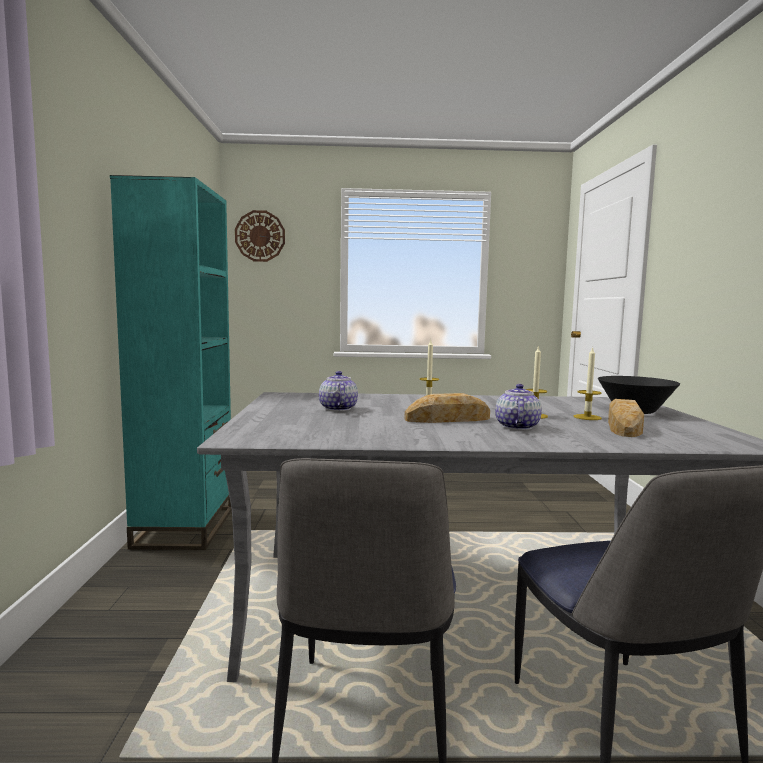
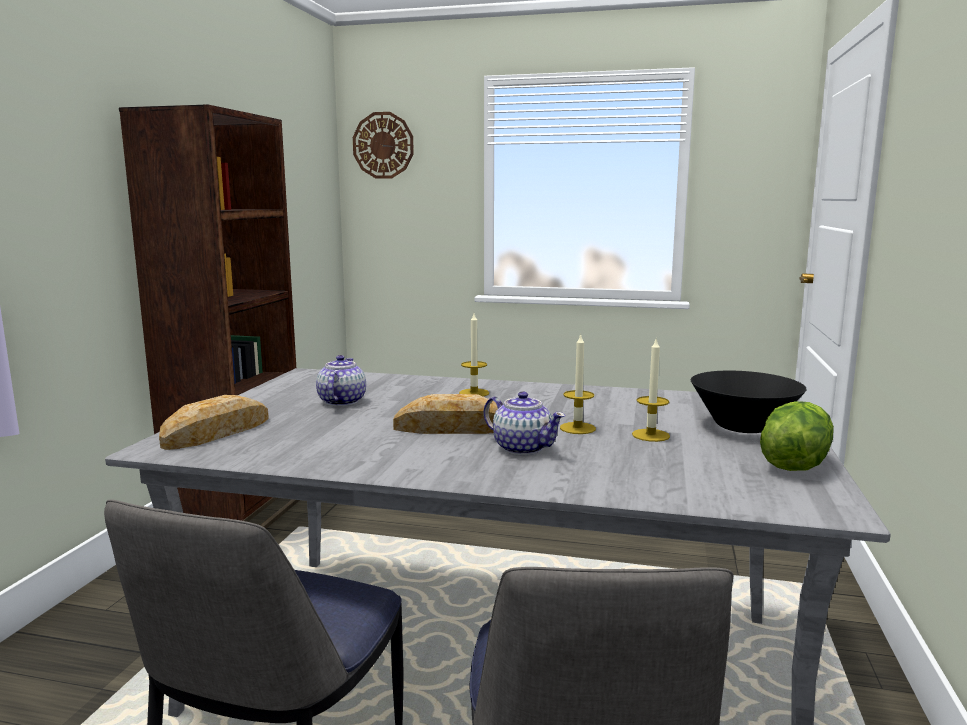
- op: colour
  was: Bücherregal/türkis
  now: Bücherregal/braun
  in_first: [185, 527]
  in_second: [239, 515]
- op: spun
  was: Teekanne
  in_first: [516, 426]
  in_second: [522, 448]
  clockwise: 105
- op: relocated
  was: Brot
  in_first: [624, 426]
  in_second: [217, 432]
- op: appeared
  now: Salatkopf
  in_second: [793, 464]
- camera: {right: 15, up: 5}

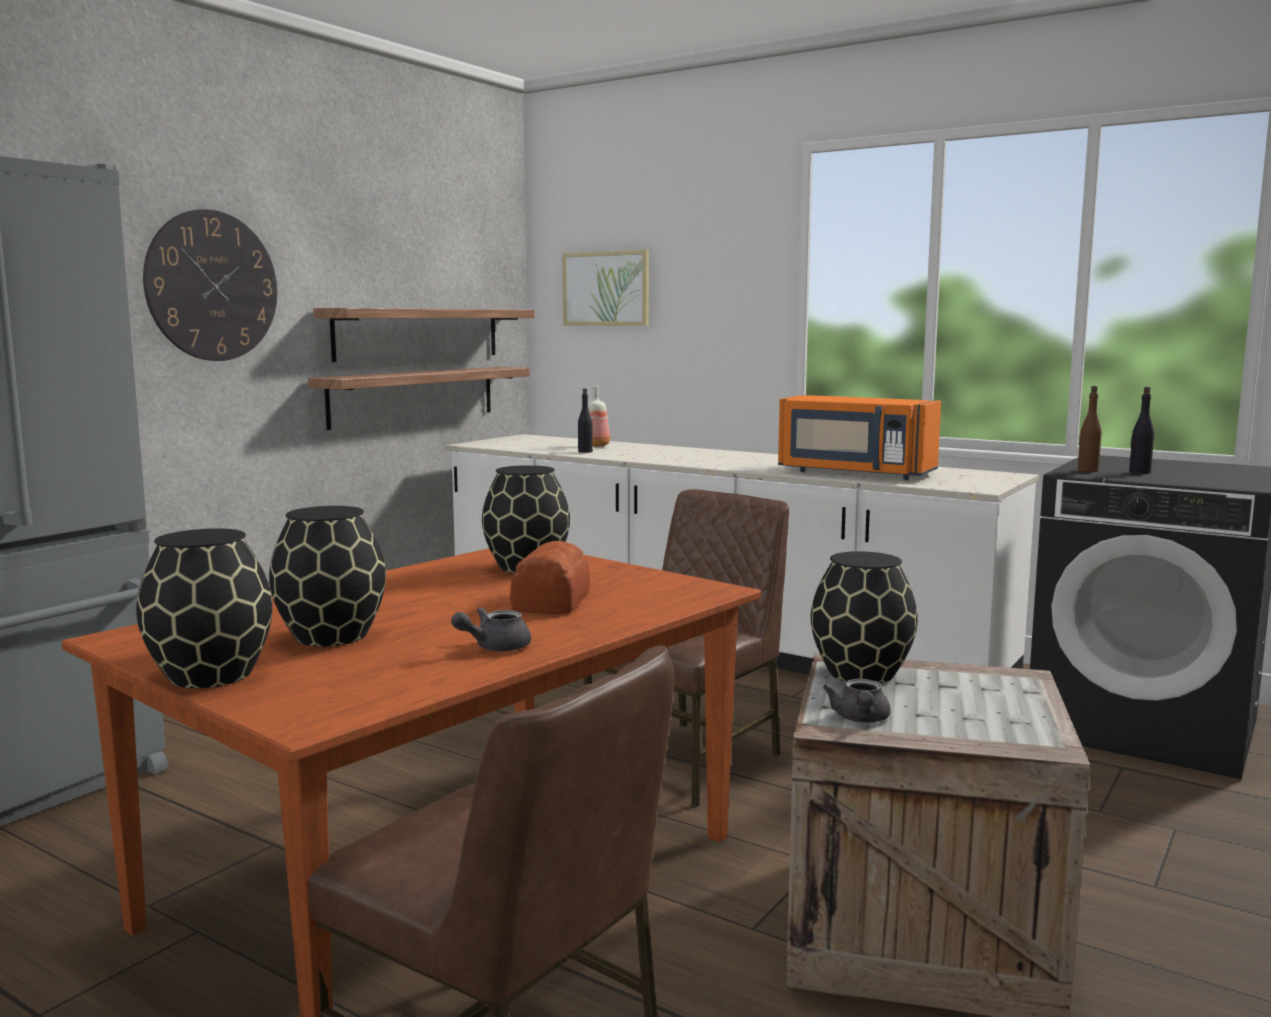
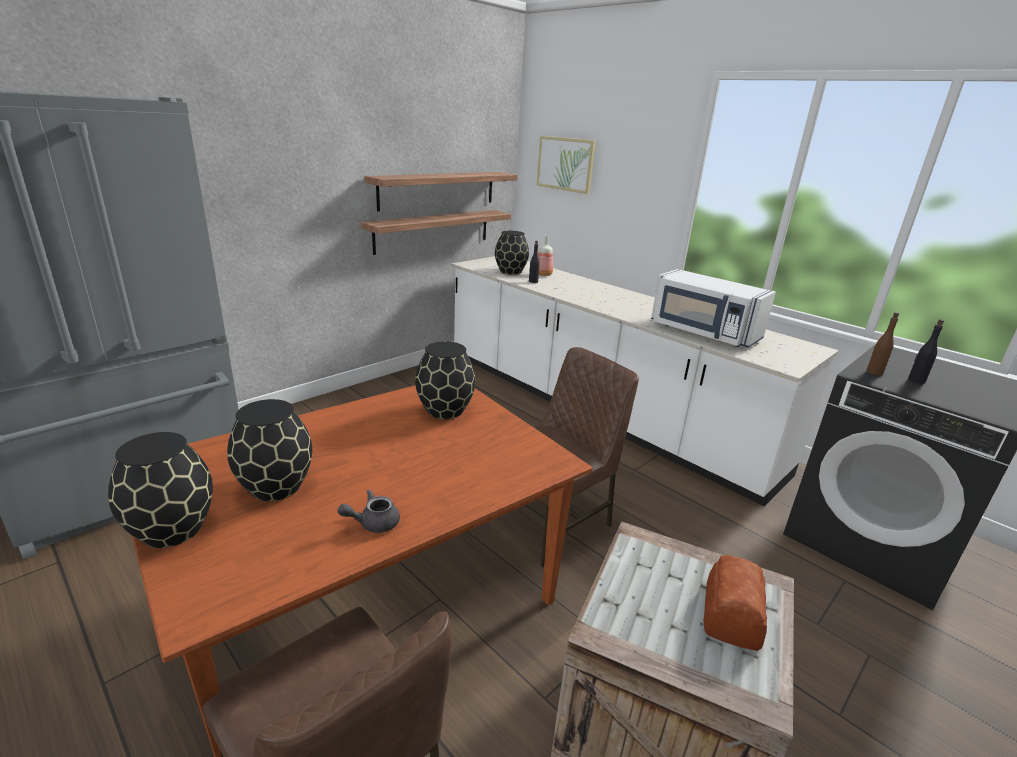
- op: missing
  was: Wanduhr
  in_first: [212, 286]
- op: relocated
  was: Brot
  in_first: [549, 602]
  in_second: [730, 615]
- op: colour
  was: Mikrowelle/orange
  now: Mikrowelle/weiß
  in_first: [854, 473]
  in_second: [703, 333]
- op: relocated
  was: Vase/schwarz
  in_first: [859, 673]
  in_second: [510, 271]
- op: missing
  was: Teekanne/grau
  in_first: [860, 719]
- camera: {right: 10, up: 15}

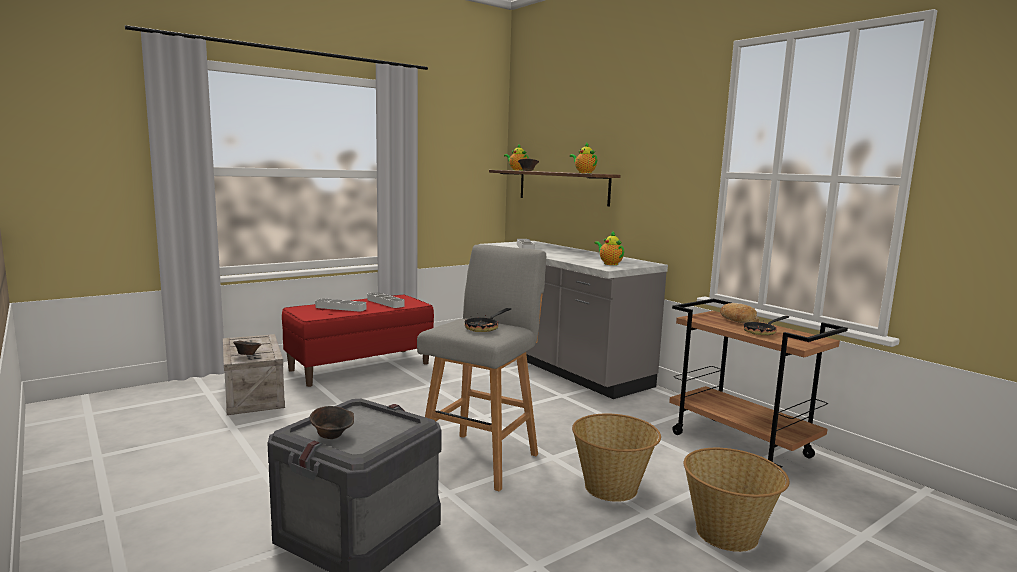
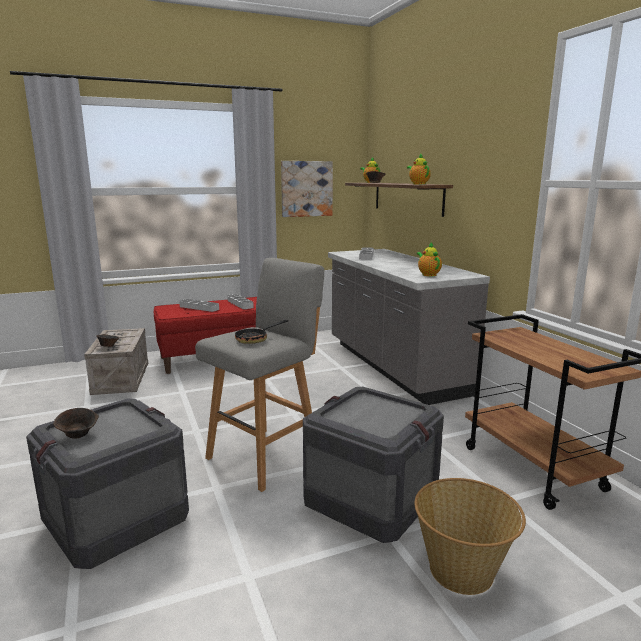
- op: exchanged
  was: Korb
  now: Kiste
  in_first: [612, 487]
  in_second: [370, 501]
- op: missing
  was: Brot
  in_first: [737, 320]
- op: missing
  was: Pfanne
  in_first: [762, 332]
- op: appeared
  now: Bild
  in_second: [306, 189]
- camera: {right: 15, up: 5}

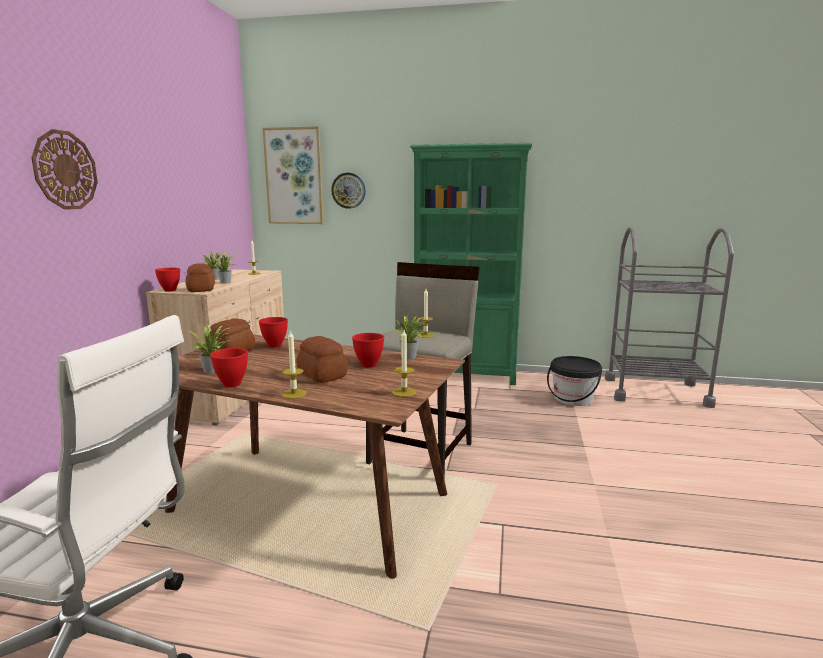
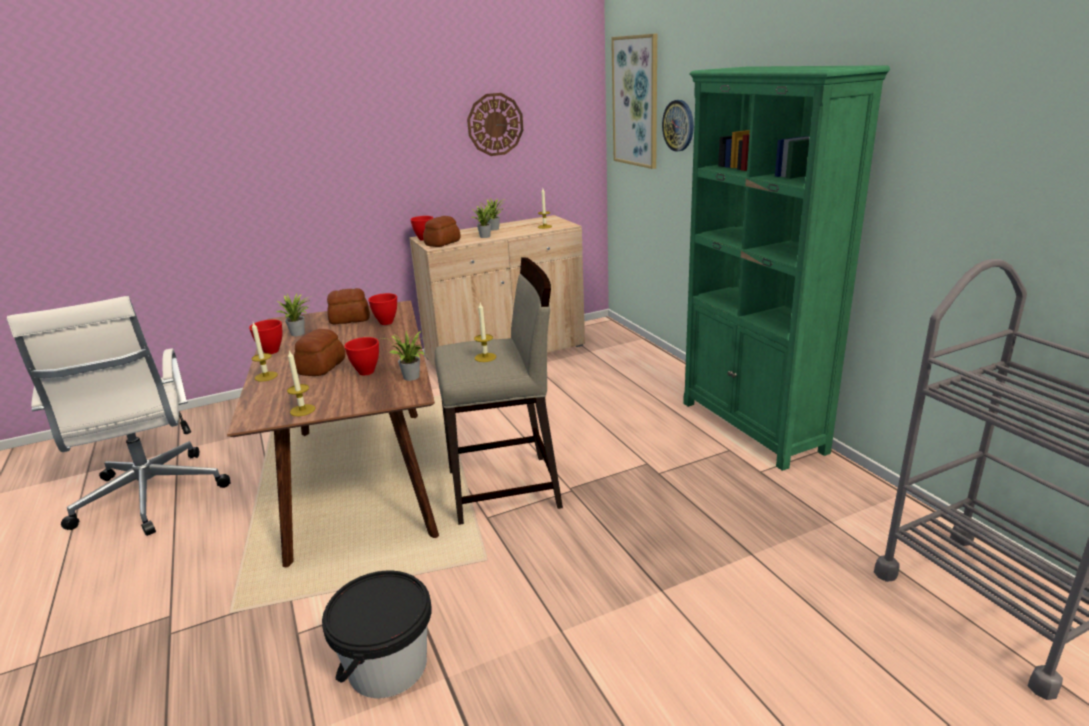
- op: relocated
  was: Wanduhr
  in_first: [65, 170]
  in_second: [495, 124]
- op: relocated
  was: Eimer/schwarz
  in_first: [573, 399]
  in_second: [387, 666]
- camera: {right: 55, up: 10}

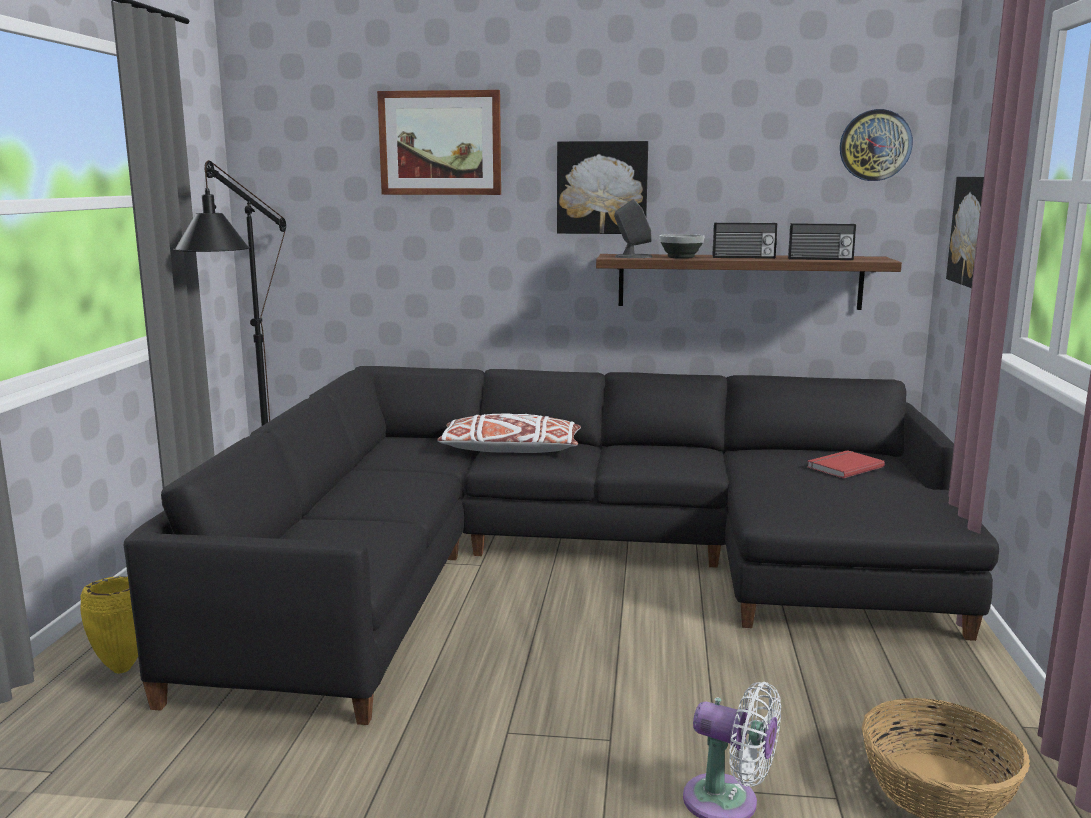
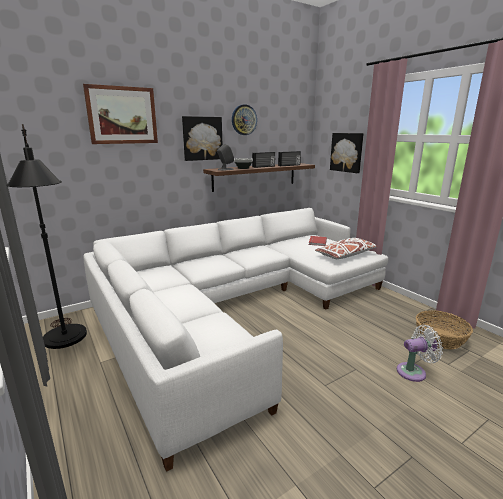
- op: missing
  was: Vase/gelb
  in_first: [123, 669]
- op: colour
  was: Sofa/schwarz
  now: Sofa/weiß
  in_first: [573, 564]
  in_second: [239, 307]
- op: relocated
  was: Kissen/weiß
  in_first: [510, 450]
  in_second: [345, 255]
- op: relocated
  was: Wanduhr
  in_first: [875, 145]
  in_second: [244, 120]
- camera: {right: -40, up: 5}

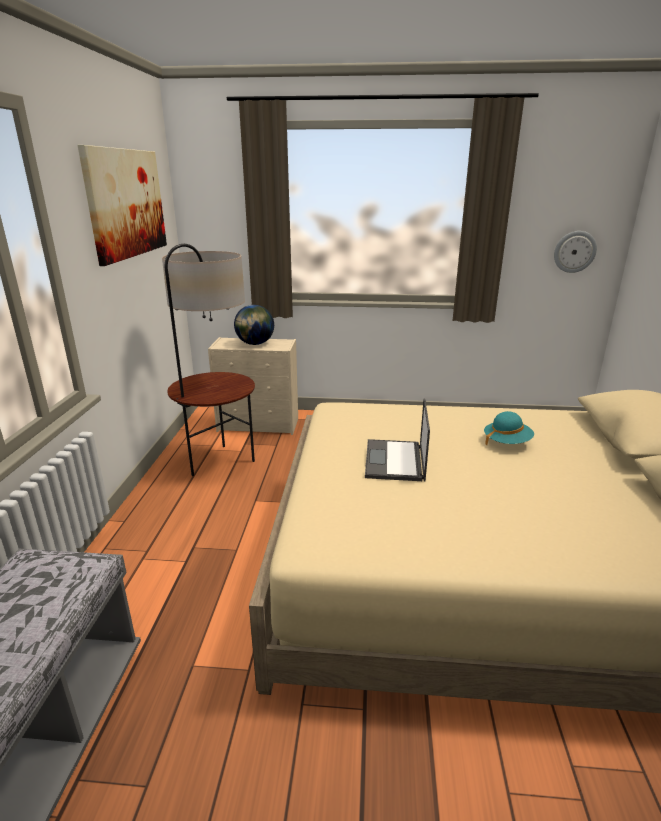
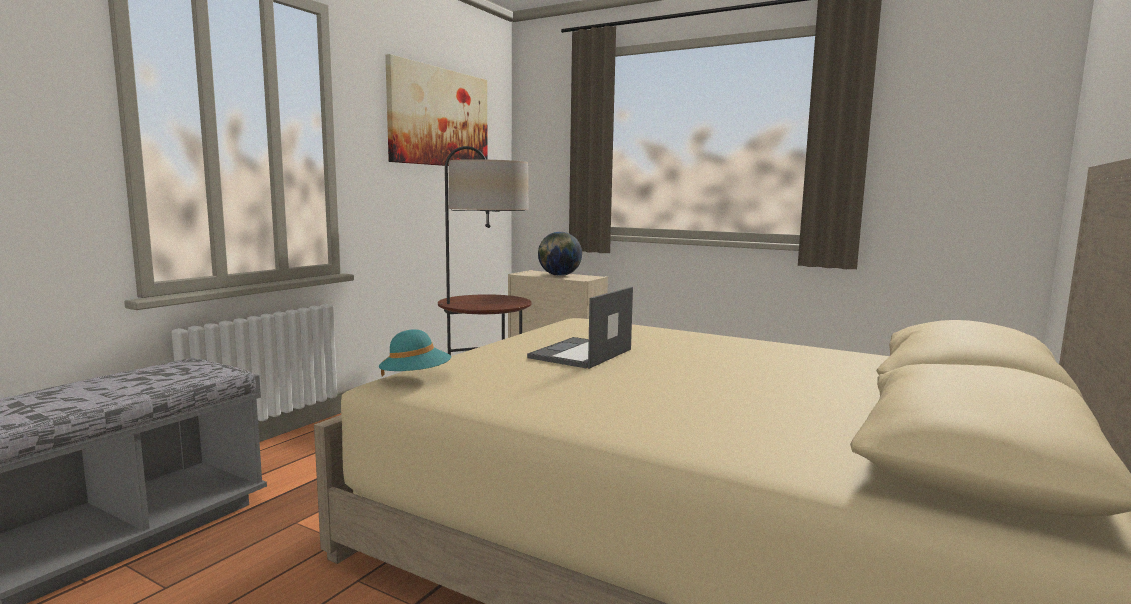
- op: relocated
  was: Hut/türkis
  in_first: [507, 442]
  in_second: [416, 378]
- op: missing
  was: Wanduhr
  in_first: [574, 251]
- camera: {right: 25, up: -15}

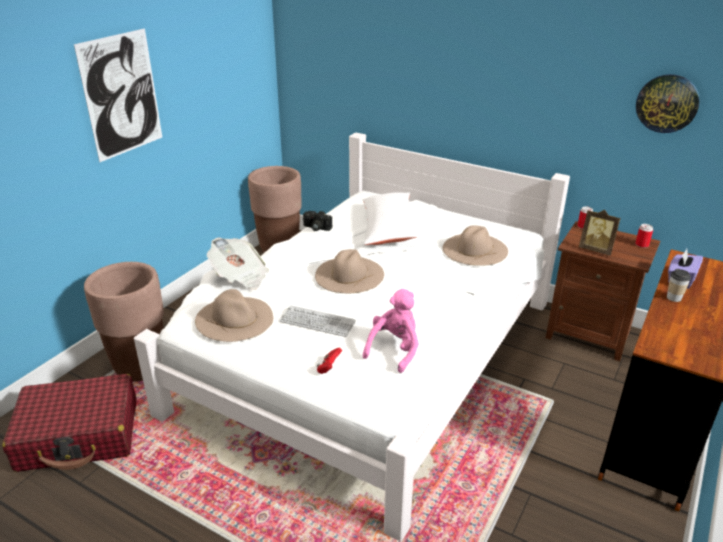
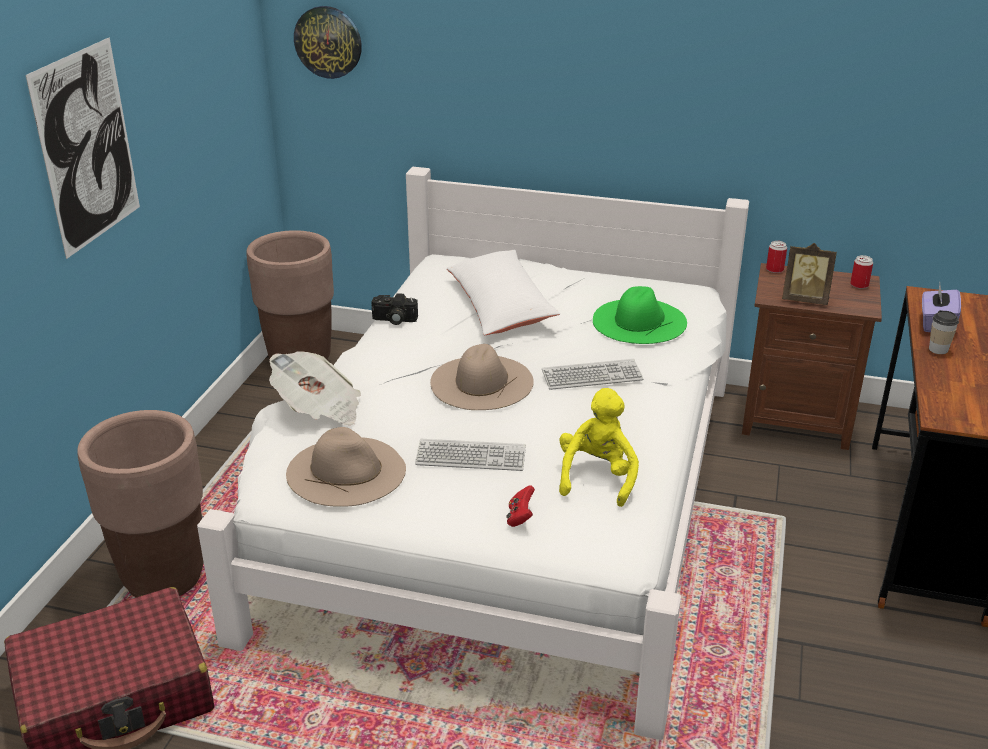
- op: colour
  was: Plüschtier/rosa
  now: Plüschtier/gelb
  in_first: [394, 350]
  in_second: [597, 477]
- op: colour
  was: Hut/beige
  now: Hut/grün
  in_first: [475, 249]
  in_second: [639, 321]
- op: relocated
  was: Wanduhr
  in_first: [667, 103]
  in_second: [328, 42]
- op: appeared
  now: Tastatur
  in_second: [592, 376]
- camera: {right: -15, up: 0}

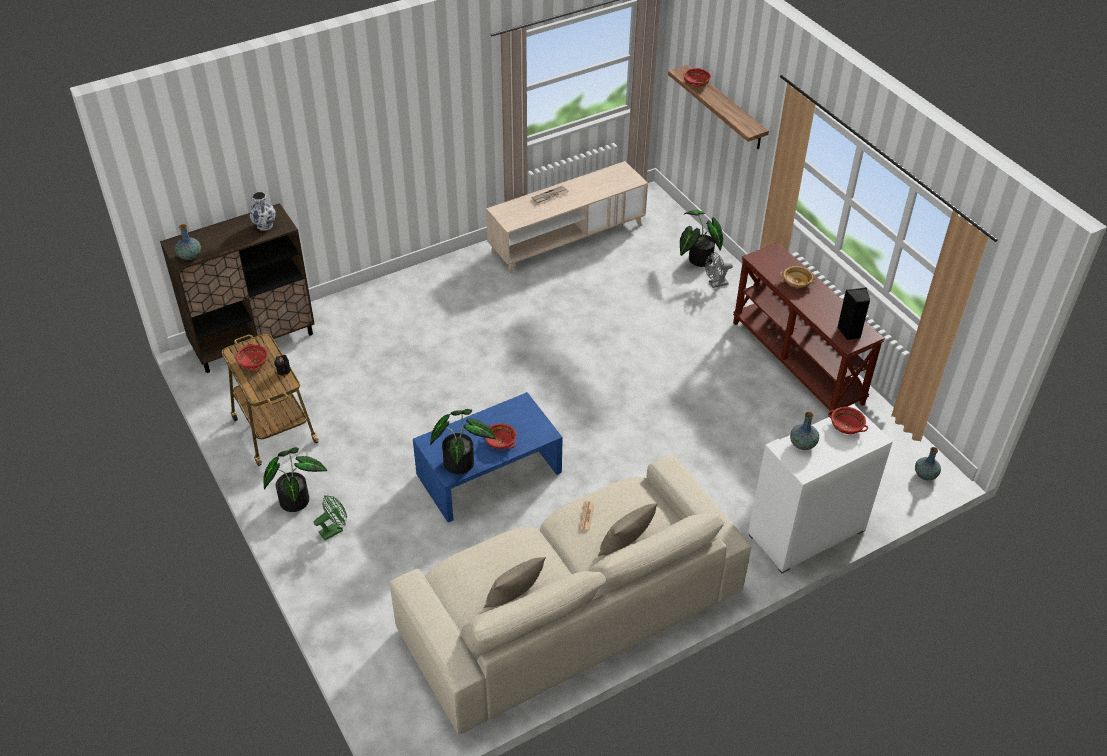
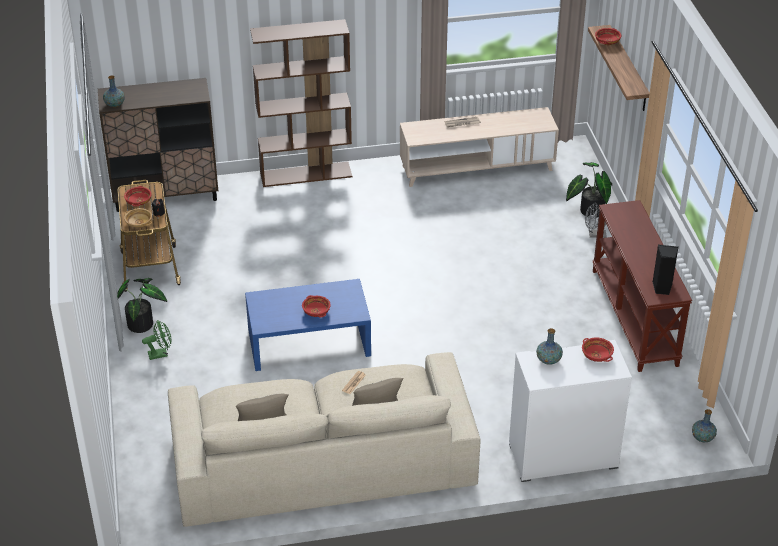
- op: missing
  was: Vase
  in_first: [264, 225]
- op: missing
  was: Topfpflanze
  in_first: [461, 461]
- op: relocated
  was: Schüssel/beige
  in_first: [796, 282]
  in_second: [138, 223]
- op: appeared
  now: Bücherregal/braun
  in_second: [306, 174]
- camera: {right: 20, up: -5}

